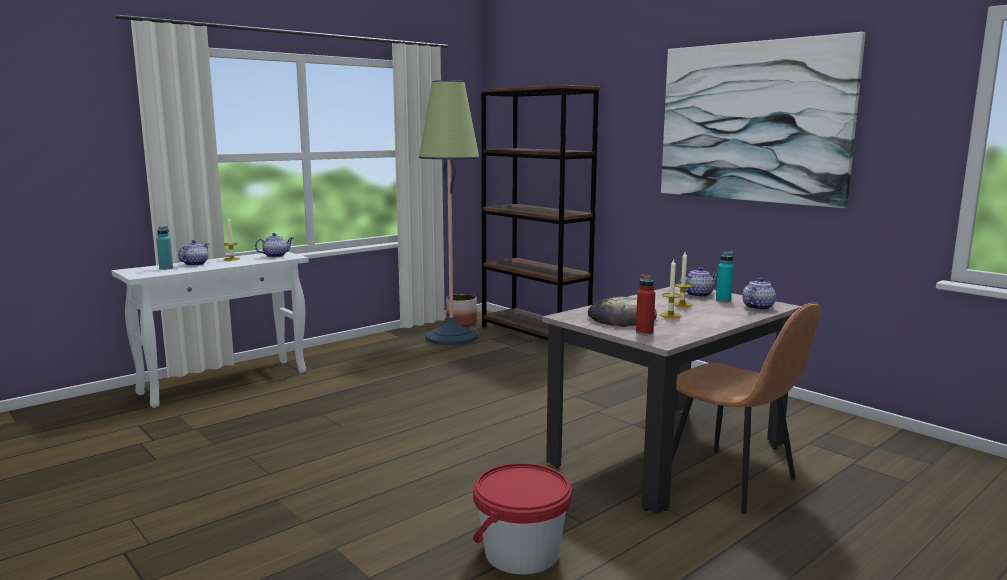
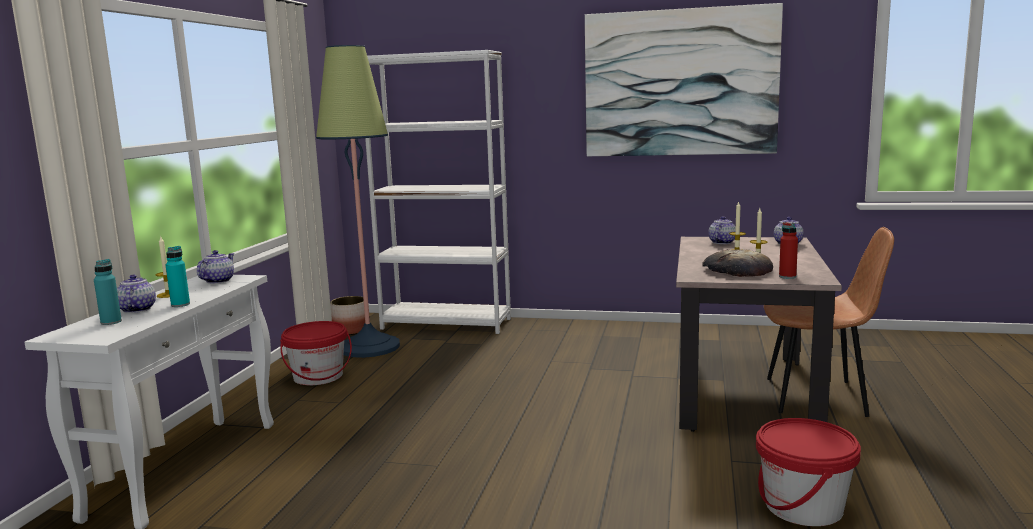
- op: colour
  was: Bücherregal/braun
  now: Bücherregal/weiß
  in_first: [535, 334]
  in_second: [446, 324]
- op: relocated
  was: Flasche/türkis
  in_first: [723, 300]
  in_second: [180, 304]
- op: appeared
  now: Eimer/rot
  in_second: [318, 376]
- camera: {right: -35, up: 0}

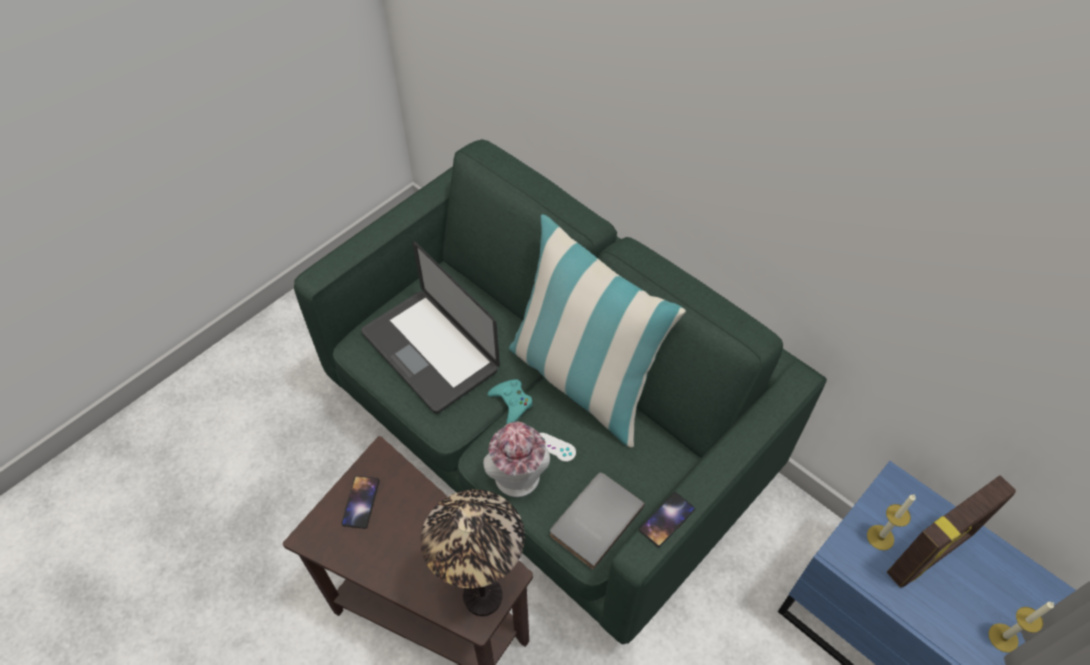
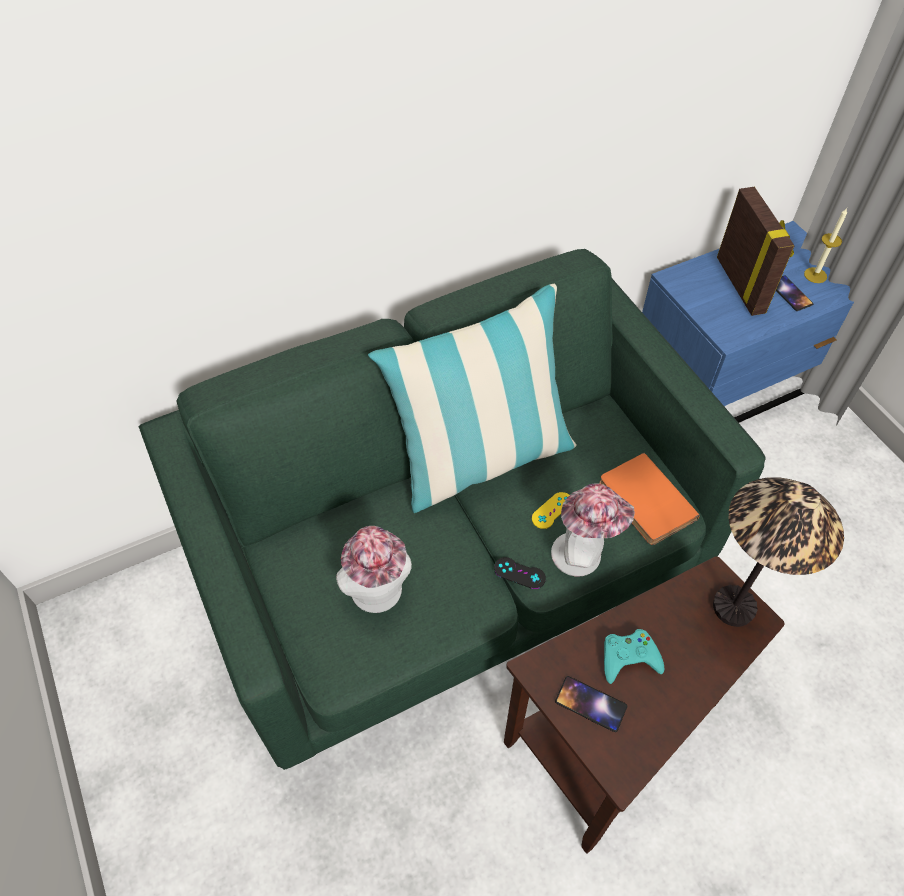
- op: exchanged
  was: Laptop
  now: Hut
  in_first: [430, 351]
  in_second: [379, 595]
- op: relocated
  was: Gamepad/türkis
  in_first: [511, 403]
  in_second: [629, 658]
- op: colour
  was: Gamepad/weiß
  now: Gamepad/gelb
  in_first: [554, 447]
  in_second: [552, 510]
- op: colour
  was: Buch/grau
  now: Buch/orange
  in_first: [594, 519]
  in_second: [644, 502]
- op: relocated
  was: Handy
  in_first: [667, 519]
  in_second: [790, 293]
- op: missing
  was: Kerze
  in_first: [880, 537]
- op: appeared
  now: Gamepad/schwarz
  in_second: [519, 573]
- camera: {right: -70, up: 0}

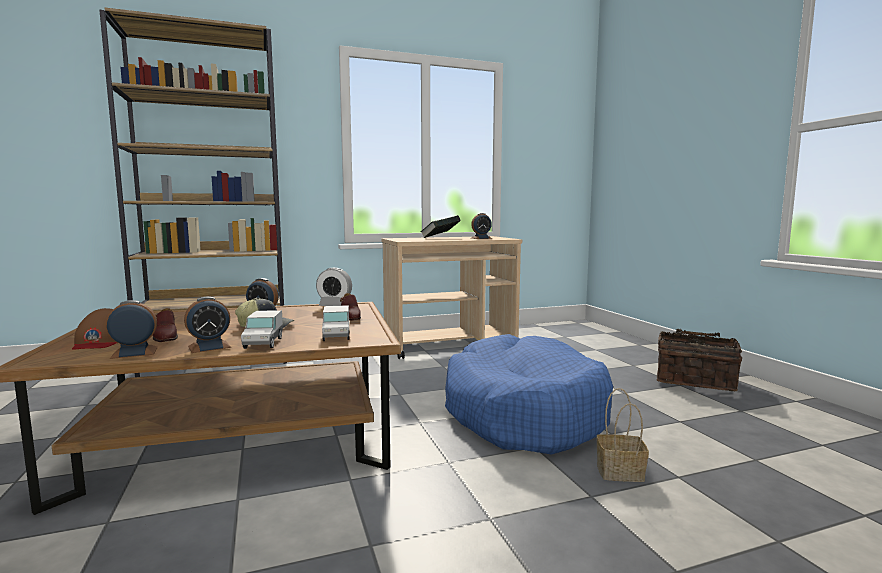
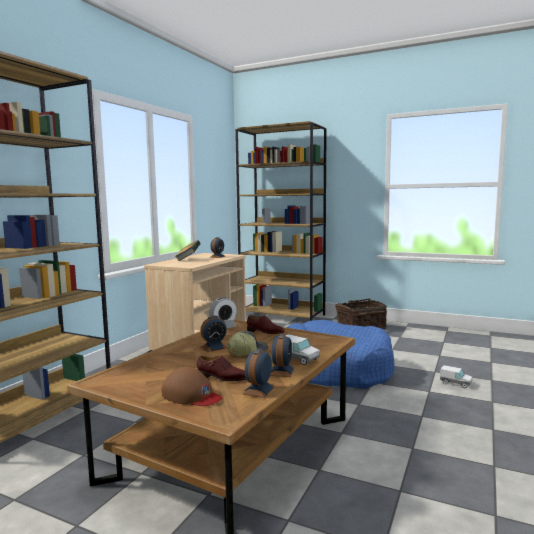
- op: relocated
  was: Spielzeuglaster
  in_first: [336, 336]
  in_second: [455, 383]
- op: missing
  was: Korb
  in_first: [621, 472]
- op: appeared
  now: Bücherregal/braun
  in_second: [283, 315]
- camera: {right: -45, up: 0}

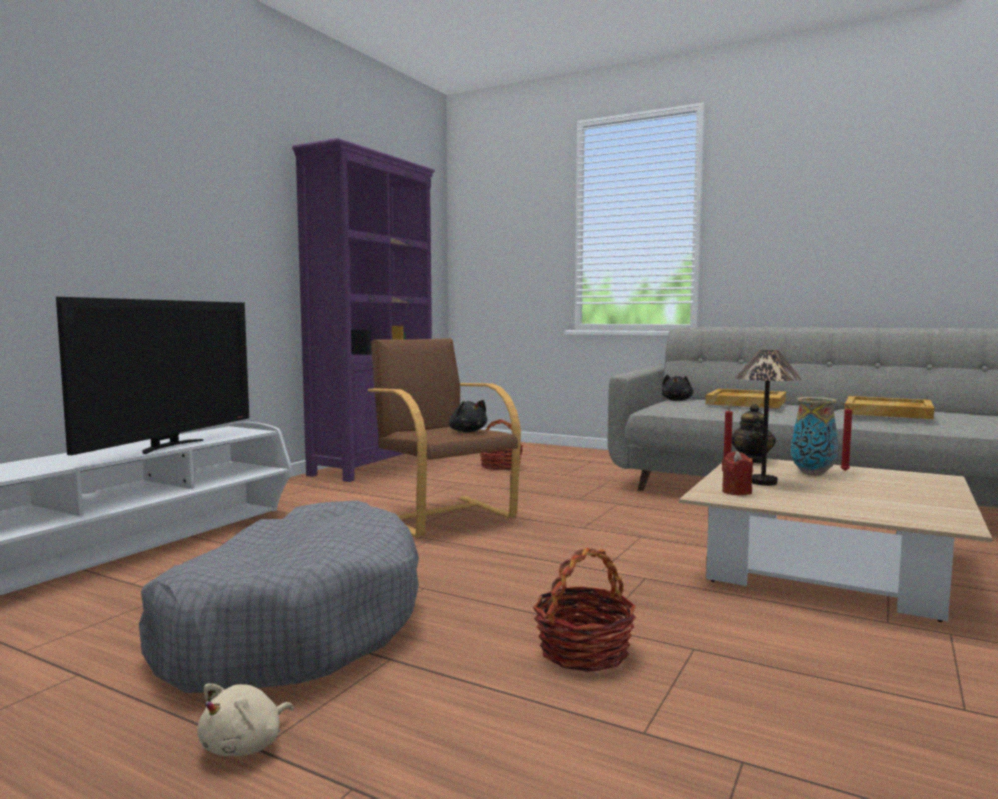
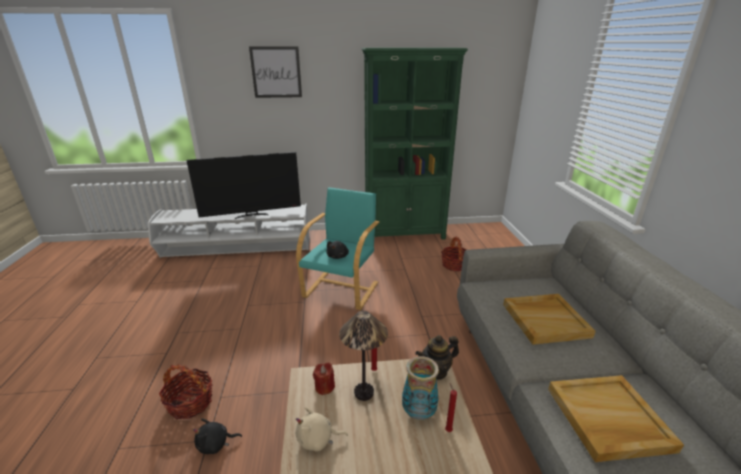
- op: missing
  was: Hundebett/grau
  in_first: [292, 625]
- op: relocated
  was: Plüschtier/beige
  in_first: [246, 745]
  in_second: [318, 439]
- op: colour
  was: Bücherregal/lila
  now: Bücherregal/grün
  in_first: [374, 465]
  in_second: [405, 234]
- op: colour
  was: Sessel/braun
  now: Sessel/türkis
  in_first: [443, 515]
  in_second: [342, 289]
- op: relocated
  was: Plüschtier/schwarz
  in_first: [677, 400]
  in_second: [215, 444]
- op: appeared
  now: Bild
  in_second: [276, 72]
- camera: {right: 55, up: 20}

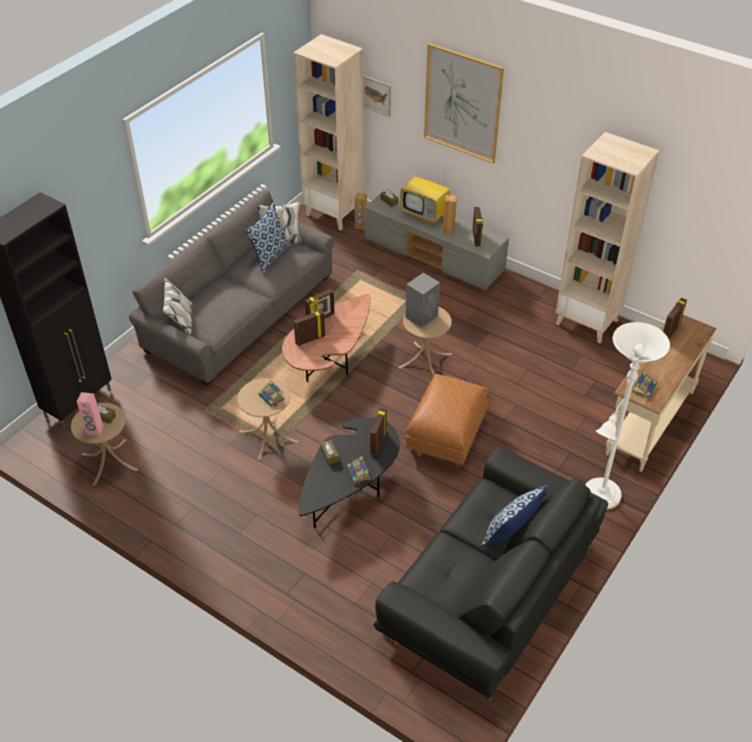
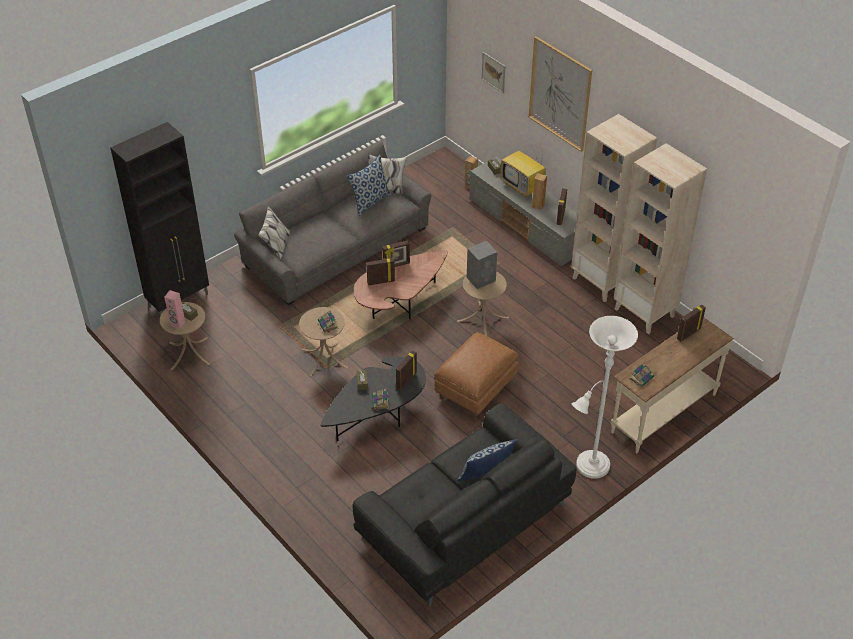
- op: relocated
  was: Bücherregal/beige
  in_first: [334, 213]
  in_second: [602, 281]
- camera: {right: 15, up: 0}

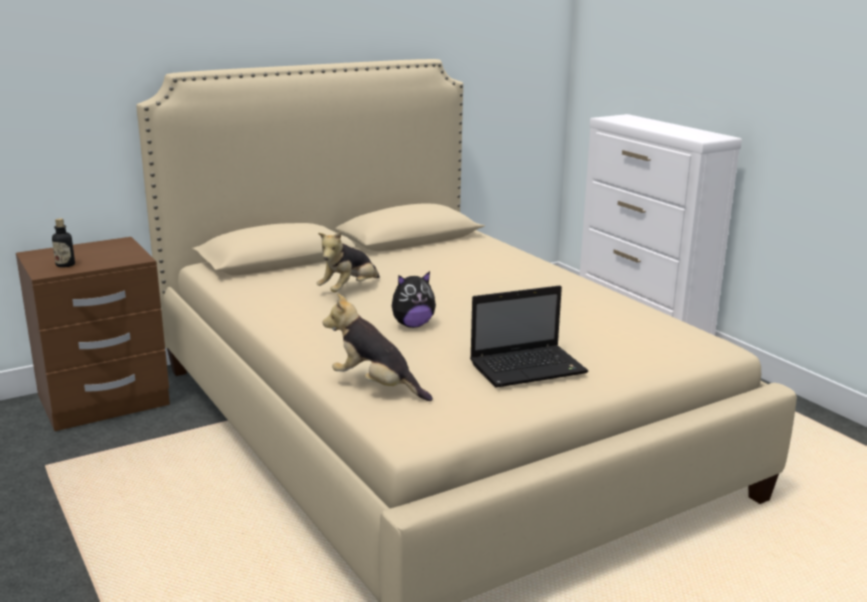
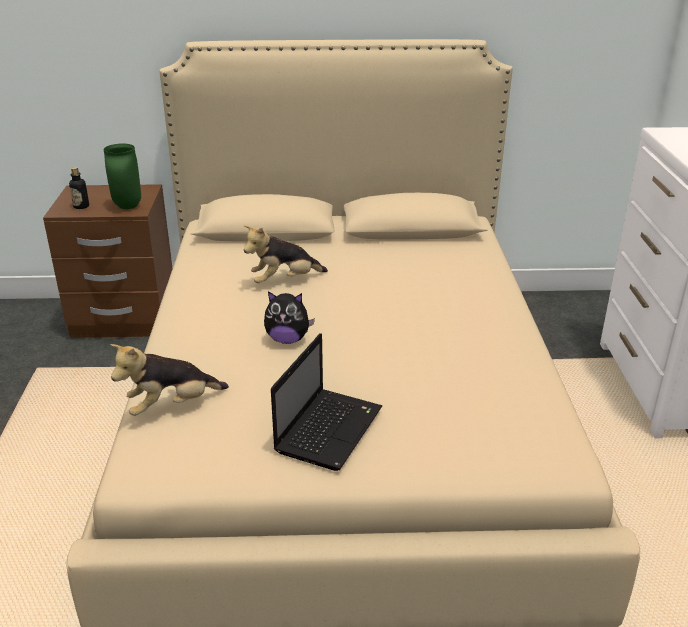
- op: spun
  was: Plüschtier
  in_first: [376, 386]
  in_second: [171, 406]
  clockwise: -90
- op: spun
  was: Laptop
  in_first: [529, 367]
  in_second: [329, 428]
  clockwise: -75
- op: appeared
  now: Vase/grün
  in_second: [127, 206]
- camera: {right: 30, up: 10}

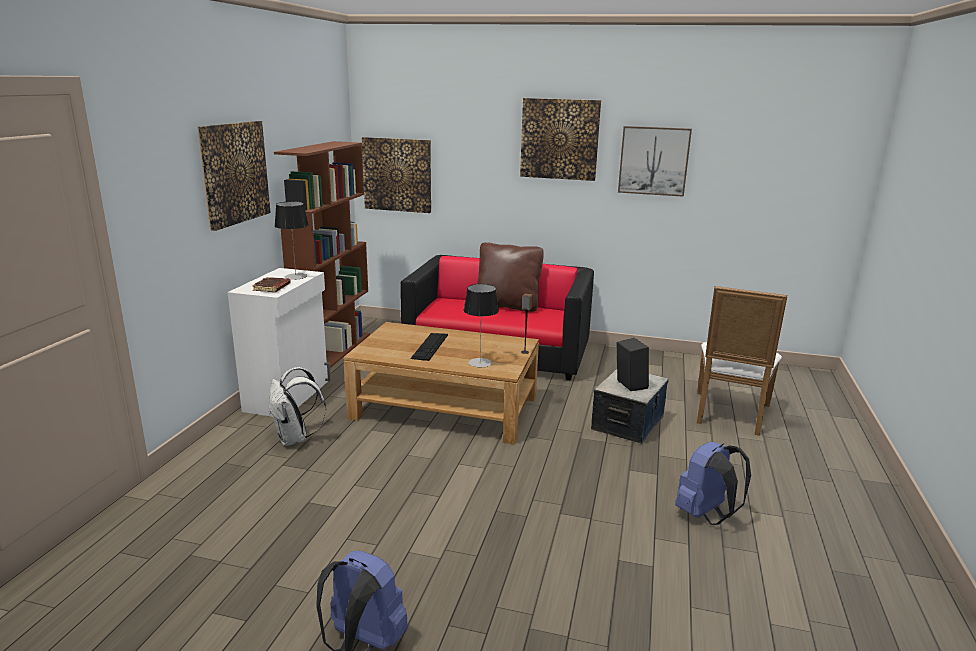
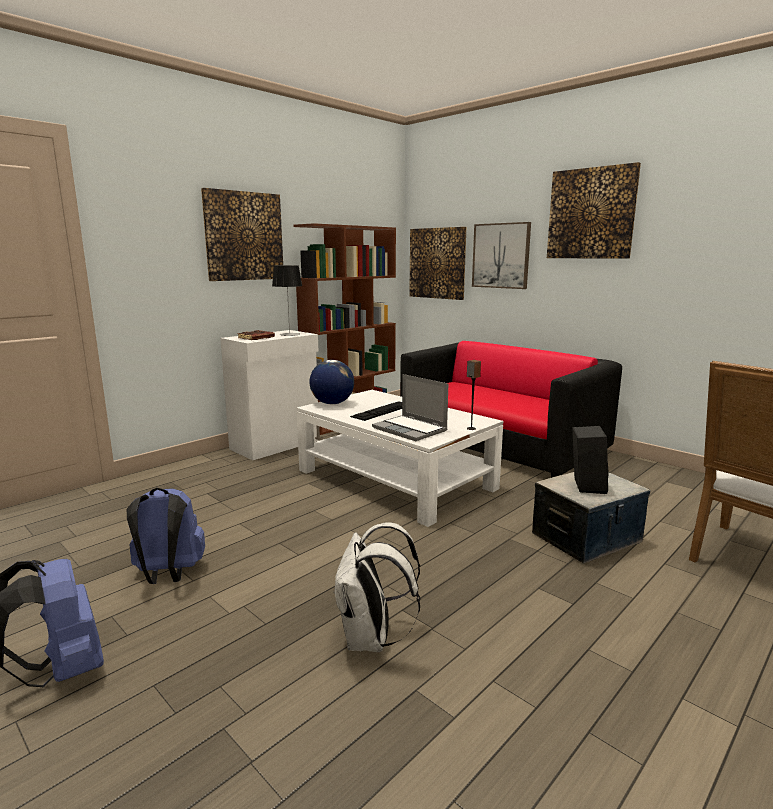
- op: relocated
  was: Rucksack/weiß
  in_first: [295, 439]
  in_second: [371, 639]
- op: colour
  was: Couchtisch/braun
  now: Couchtisch/weiß
  in_first: [445, 407]
  in_second: [395, 479]
- op: exchanged
  was: Tischlampe
  now: Laptop
  in_first: [480, 363]
  in_second: [411, 429]
- op: missing
  was: Kissen/braun
  in_first: [507, 306]
- op: relocated
  was: Bild
  in_first: [653, 161]
  in_second: [501, 256]
- op: relocated
  was: Rucksack/blau
  in_first: [705, 515]
  in_second: [168, 575]
- op: appeared
  now: Globus
  in_second: [332, 403]
- camera: {right: 30, up: -5}

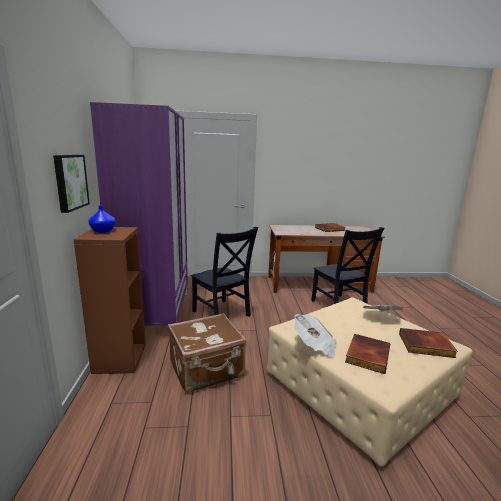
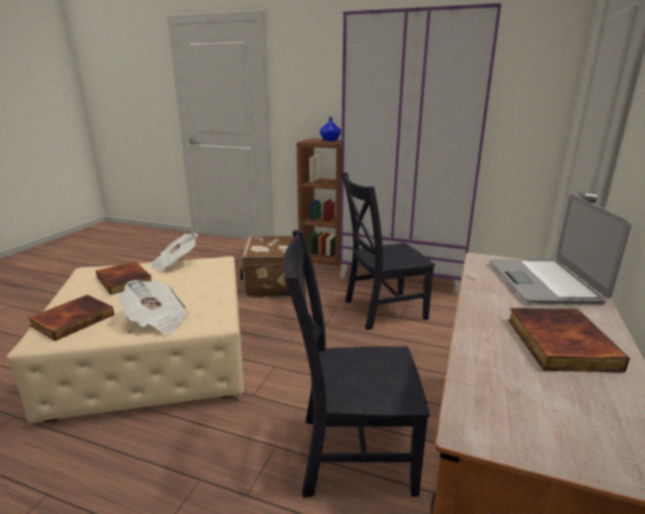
- op: missing
  was: Bild
  in_first: [69, 182]
- op: appeared
  now: Laptop
  in_second: [544, 282]
- camera: {right: 115, up: 5}

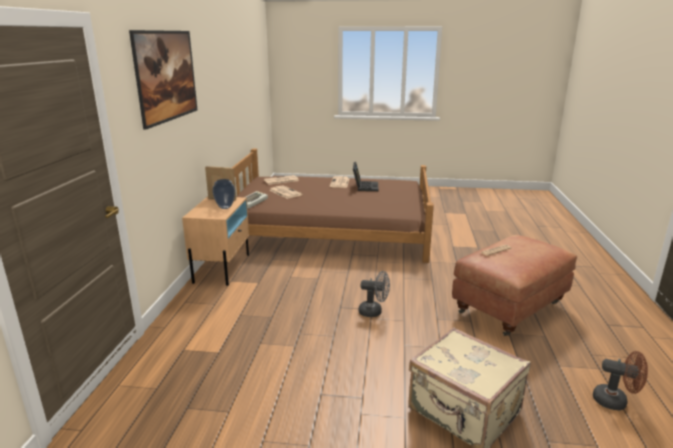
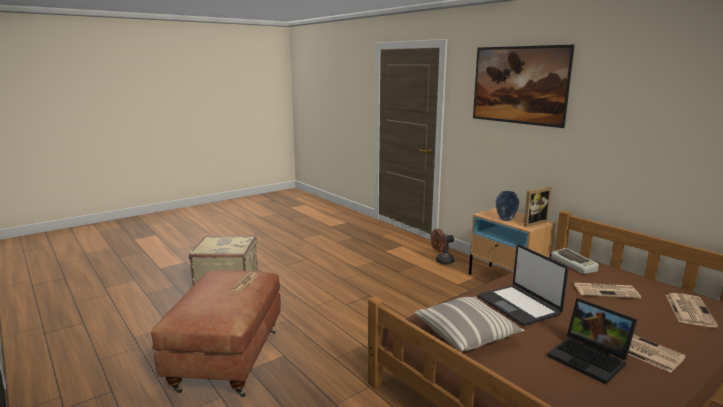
- op: missing
  was: Ventilator/grau
  in_first: [374, 312]
- op: relocated
  was: Ventilator/braun
  in_first: [615, 401]
  in_second: [442, 261]
- op: appeared
  now: Kissen
  in_second: [466, 334]
- op: appeared
  now: Laptop
  in_second: [519, 305]
- camera: {right: 135, up: -5}

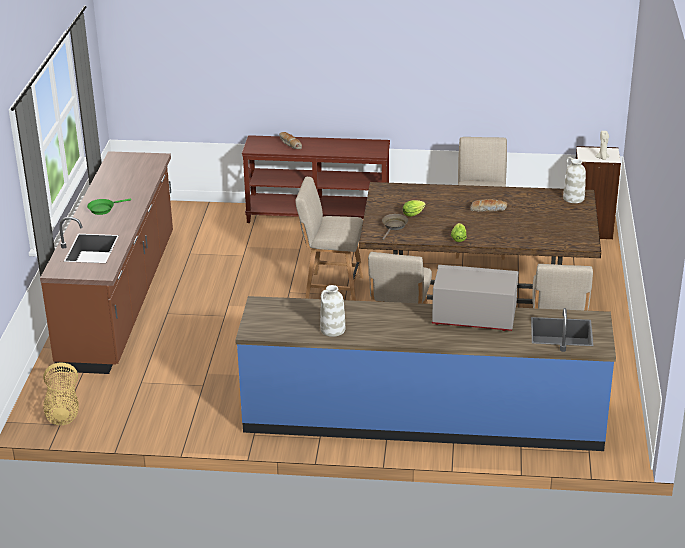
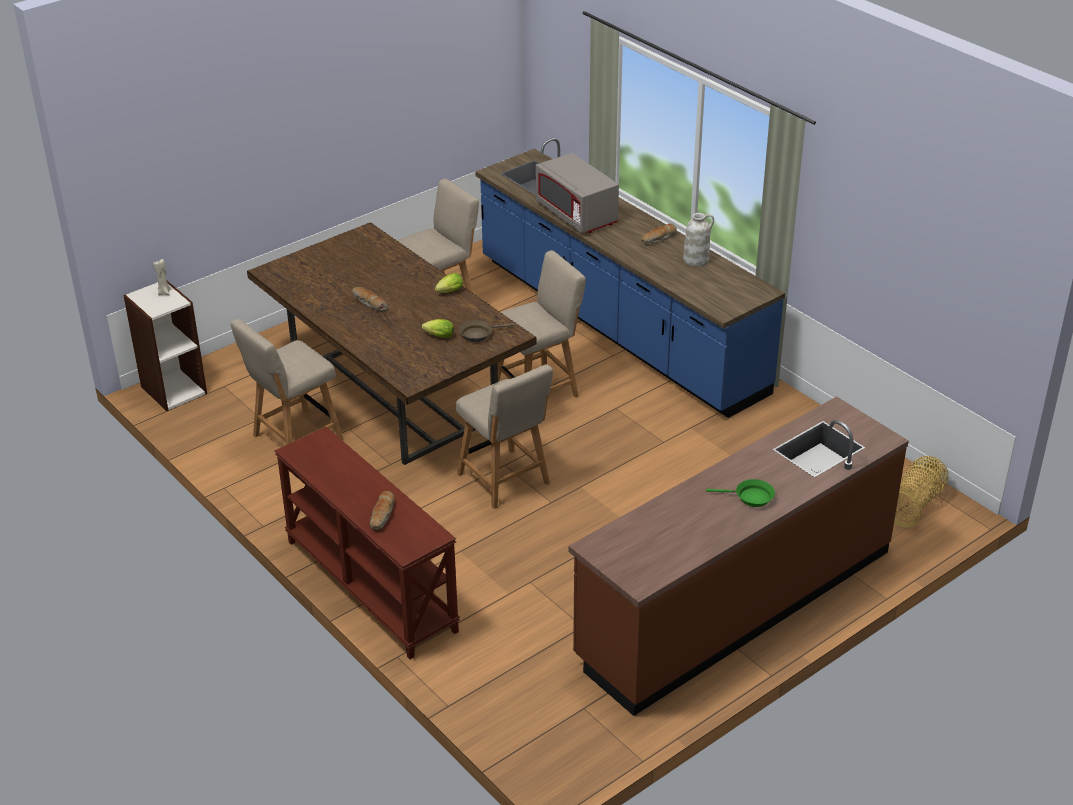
- op: missing
  was: Vase/weiß
  in_first: [573, 198]
- op: appeared
  now: Brot
  in_second: [659, 239]
- camera: {right: -135, up: 5}

